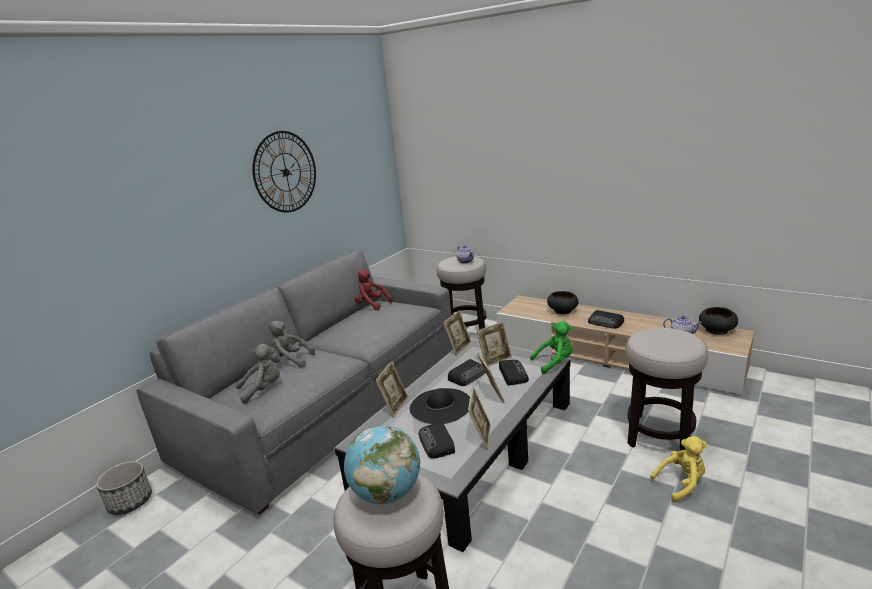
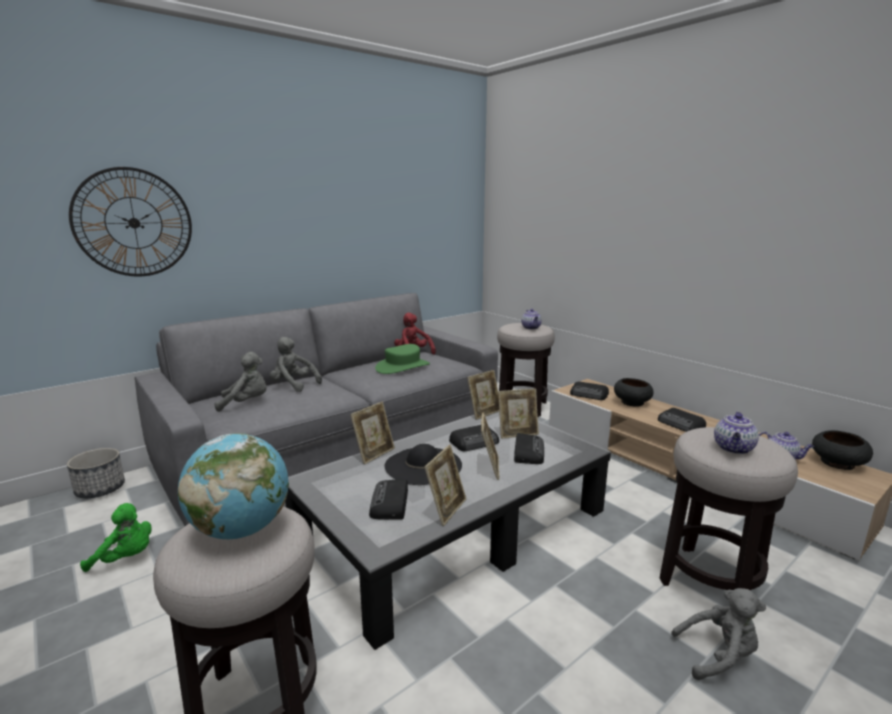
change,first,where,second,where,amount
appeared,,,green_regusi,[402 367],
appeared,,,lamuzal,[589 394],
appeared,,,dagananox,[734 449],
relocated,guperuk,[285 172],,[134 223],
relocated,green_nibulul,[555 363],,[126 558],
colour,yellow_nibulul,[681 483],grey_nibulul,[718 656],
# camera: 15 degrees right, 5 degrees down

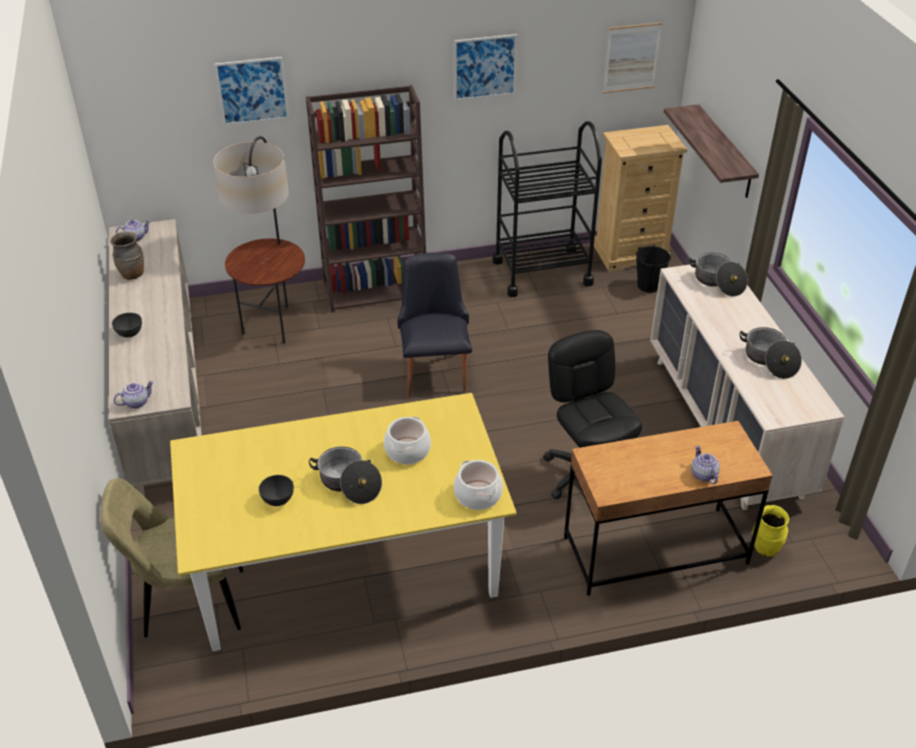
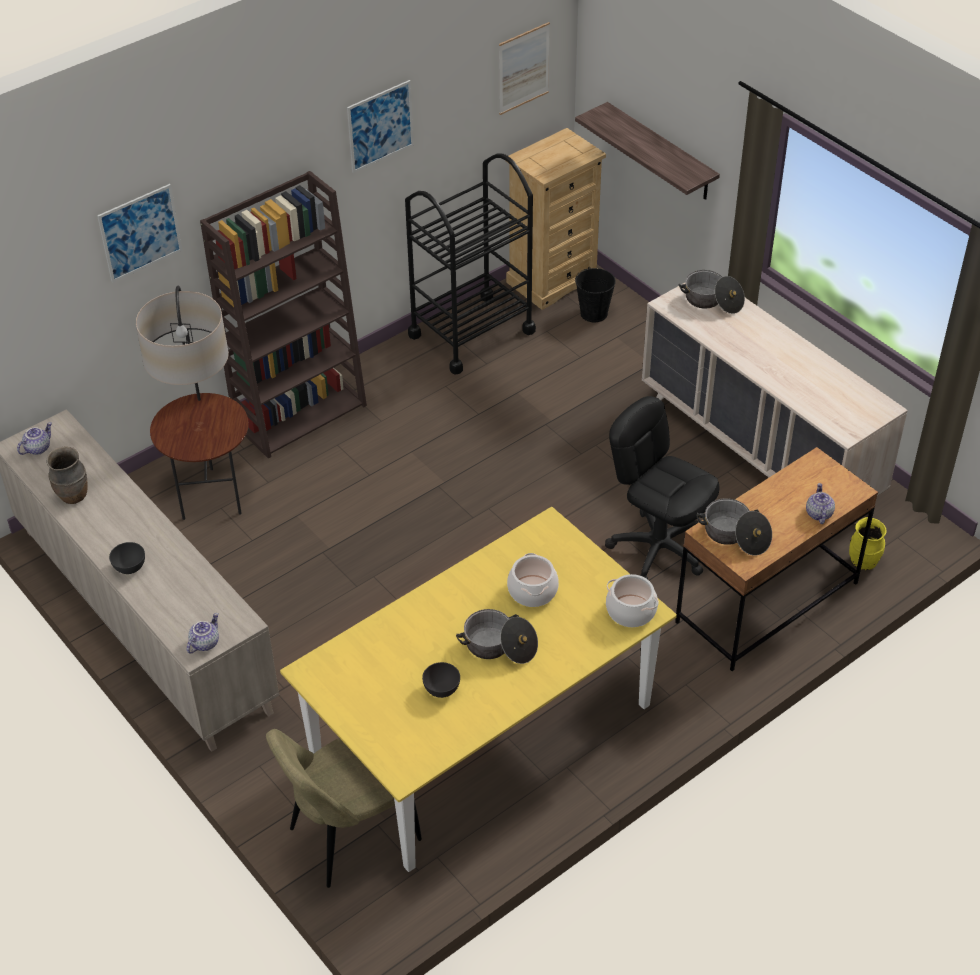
change,first,where,second,where,amount
missing,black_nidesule,[434 369],,,
relocated,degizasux,[769 360],,[735 536],
spun,dagananox,[703 474],,[818 513],45 degrees clockwise
# camera: 25 degrees left, 5 degrees up

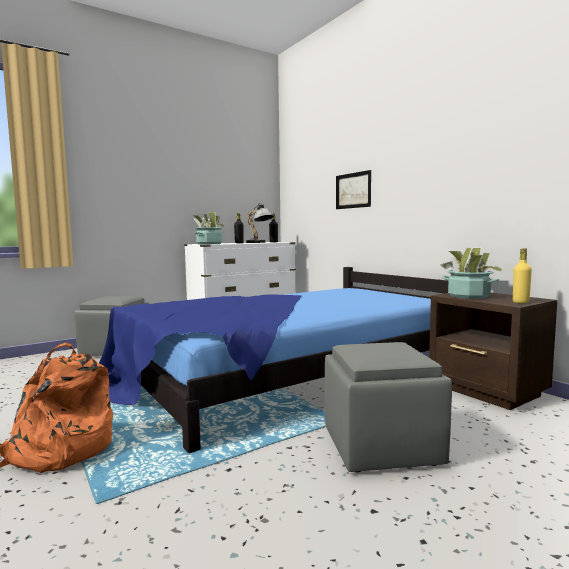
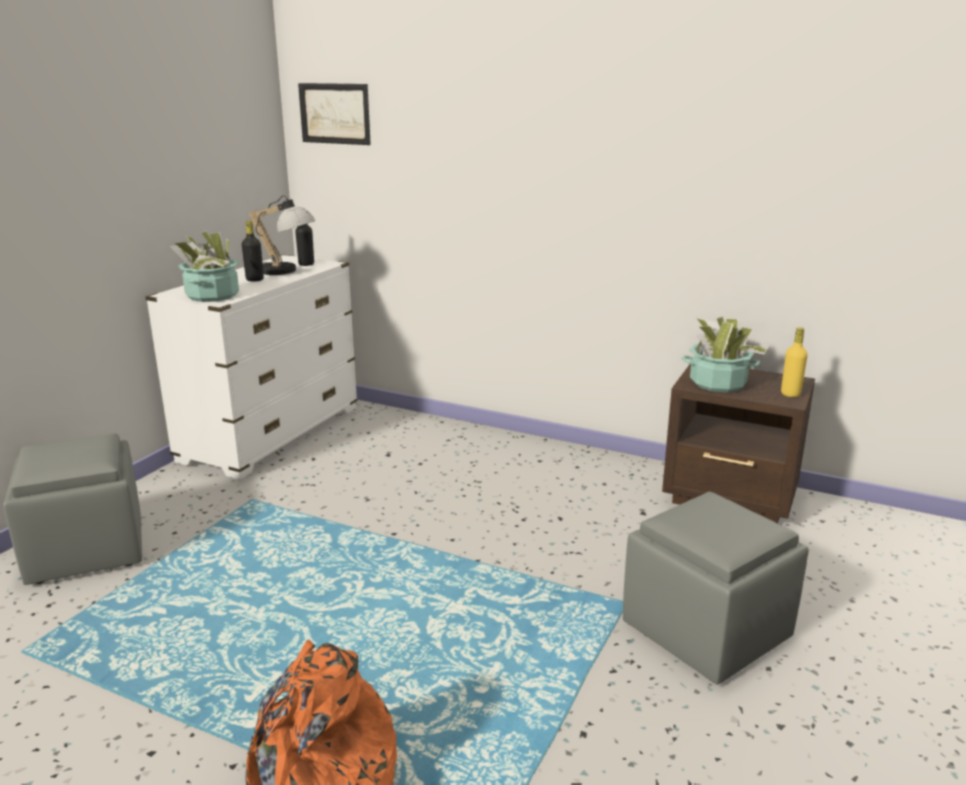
change,first,where,second,where,amount
missing,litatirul,[278 377],,,
relocated,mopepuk,[353 190],,[334 113],
# camera: 30 degrees left, 15 degrees up

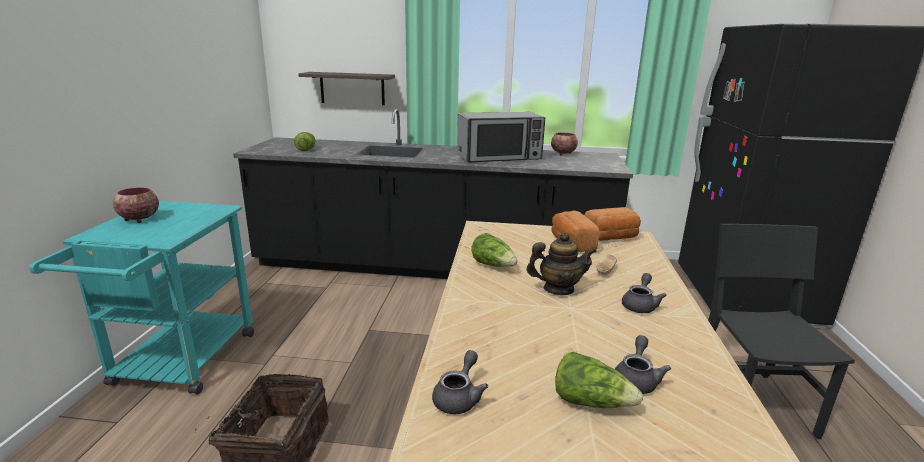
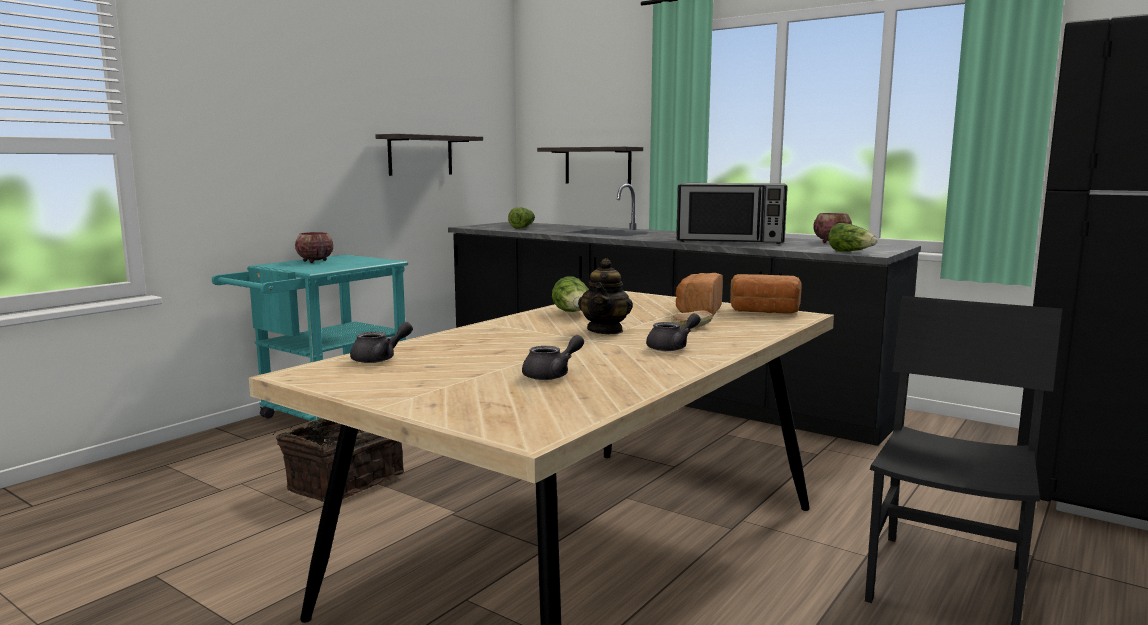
change,first,where,second,where,amount
appeared,,,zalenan,[420 155],
relocated,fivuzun,[590 402],,[851 252],
spun,dagananox,[558 289],,[605 330],75 degrees clockwise
# camera: 30 degrees right, 10 degrees down

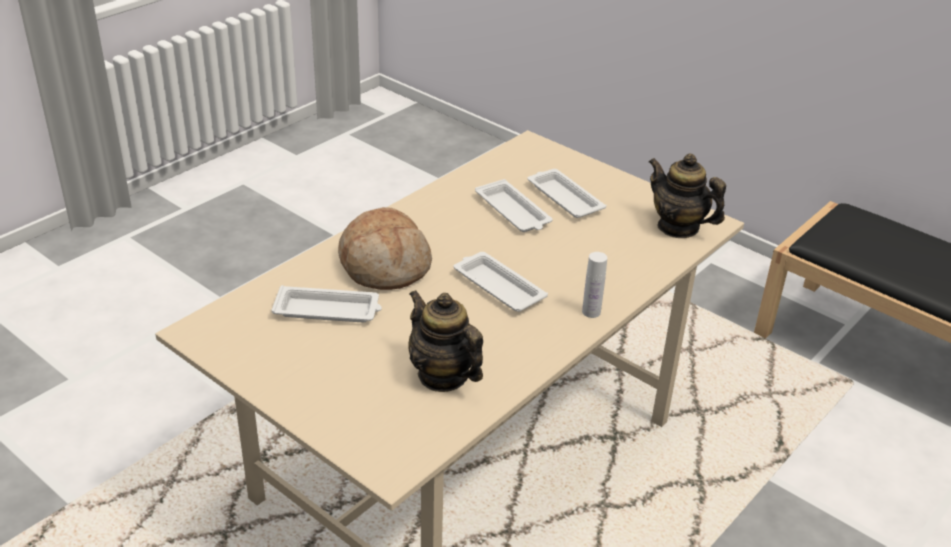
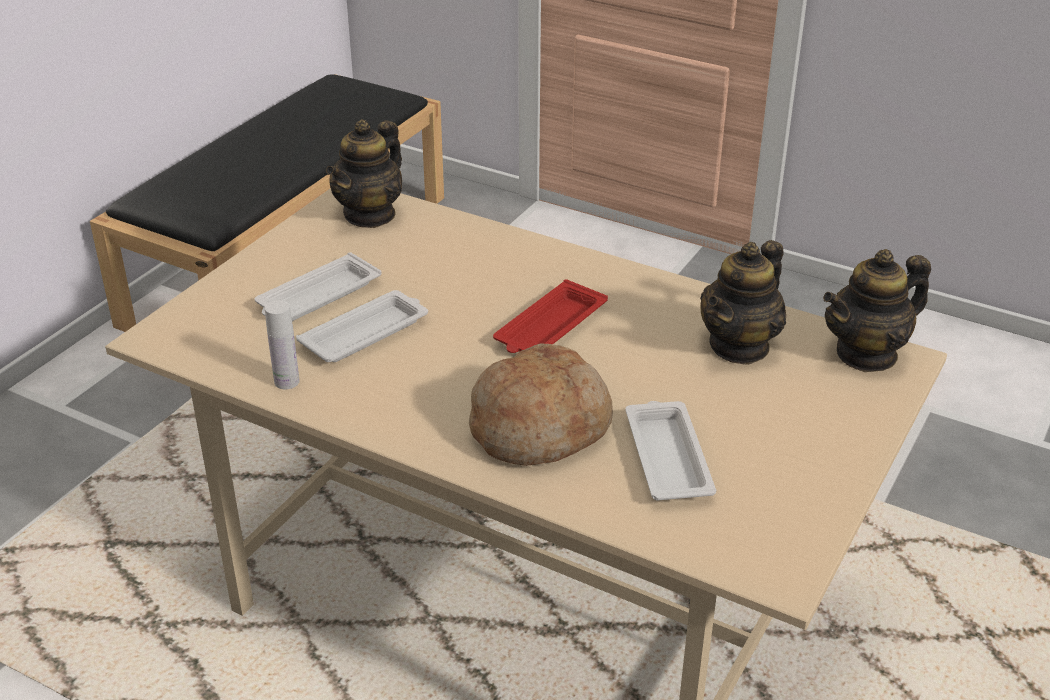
change,first,where,second,where,amount
appeared,,,dagananox,[866 354],
relocated,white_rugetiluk,[591 312],,[287 381],
colour,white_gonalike,[497 286],red_gonalike,[549 328],
# camera: 100 degrees left, 0 degrees up

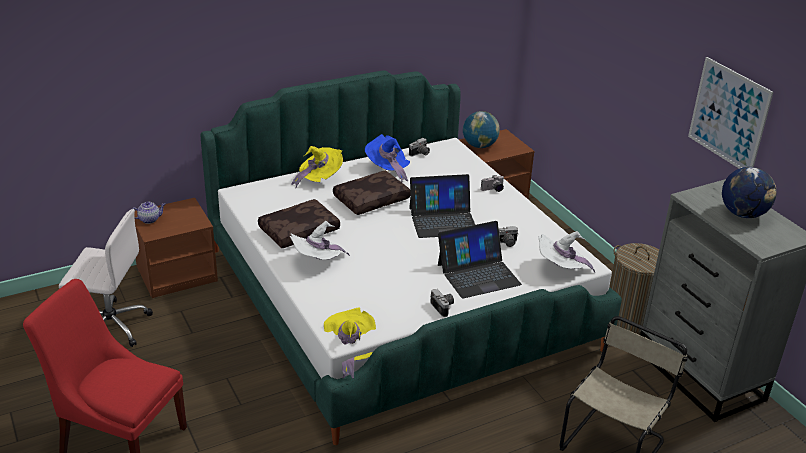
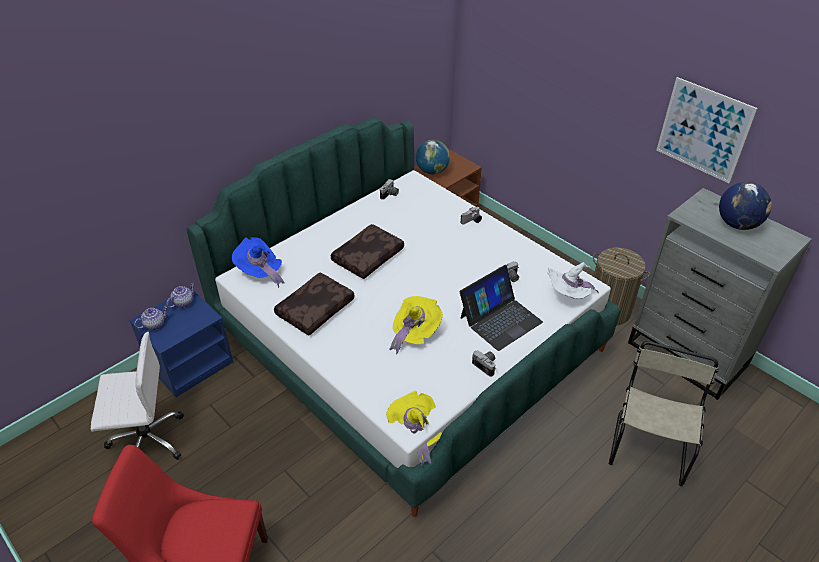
change,first,where,second,where,amount
missing,white_regusi,[317 262],,,
missing,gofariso,[443 220],,,
appeared,,,dagananox,[183 302],
relocated,yellow_regusi,[319 179],,[414 333],
relocated,blue_regusi,[388 169],,[260 272],
colour,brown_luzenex,[177 274],blue_luzenex,[190 363],
# camera: 15 degrees left, 10 degrees up

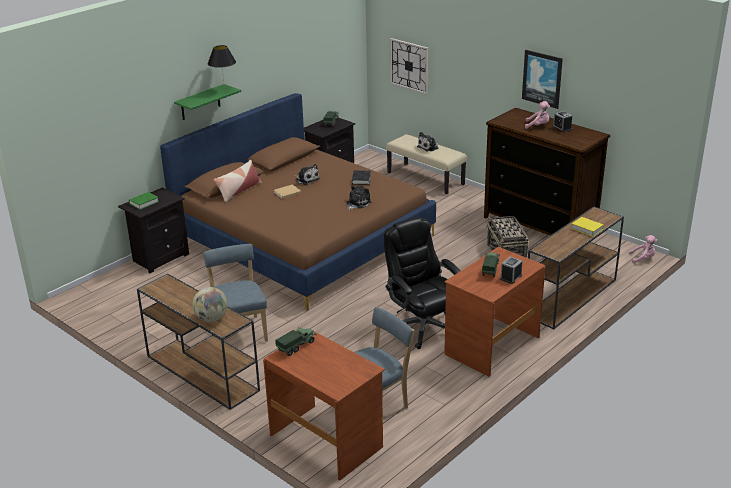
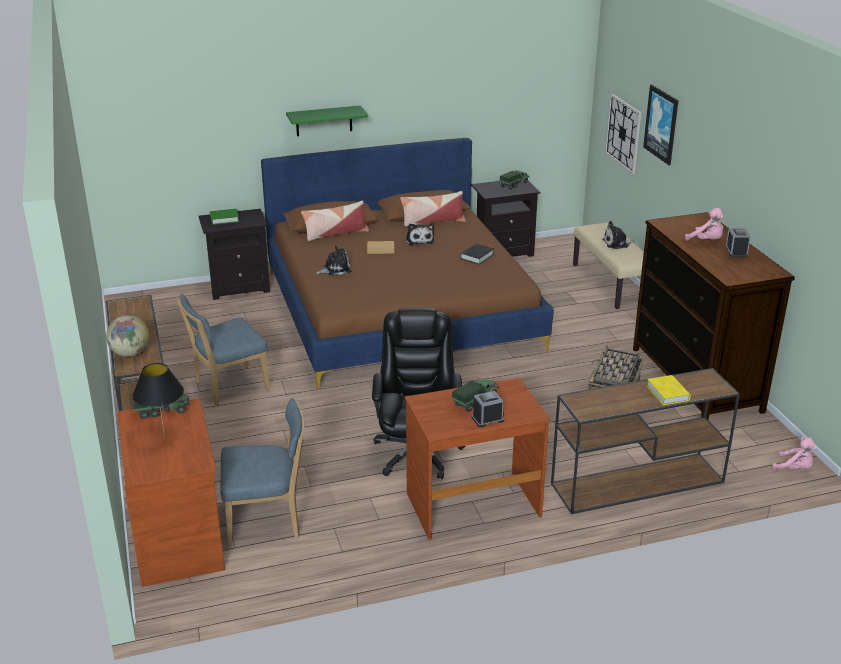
change,first,where,second,where,amount
appeared,,,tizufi,[433 221],
relocated,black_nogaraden,[224 90],,[164 436],
relocated,nibulul,[357 203],,[335 269],
relocated,mopepuk,[542 78],,[661 124],
spun,blue_nidesule,[239 331],,[228 387],135 degrees counterclockwise
# camera: 30 degrees right, 0 degrees up

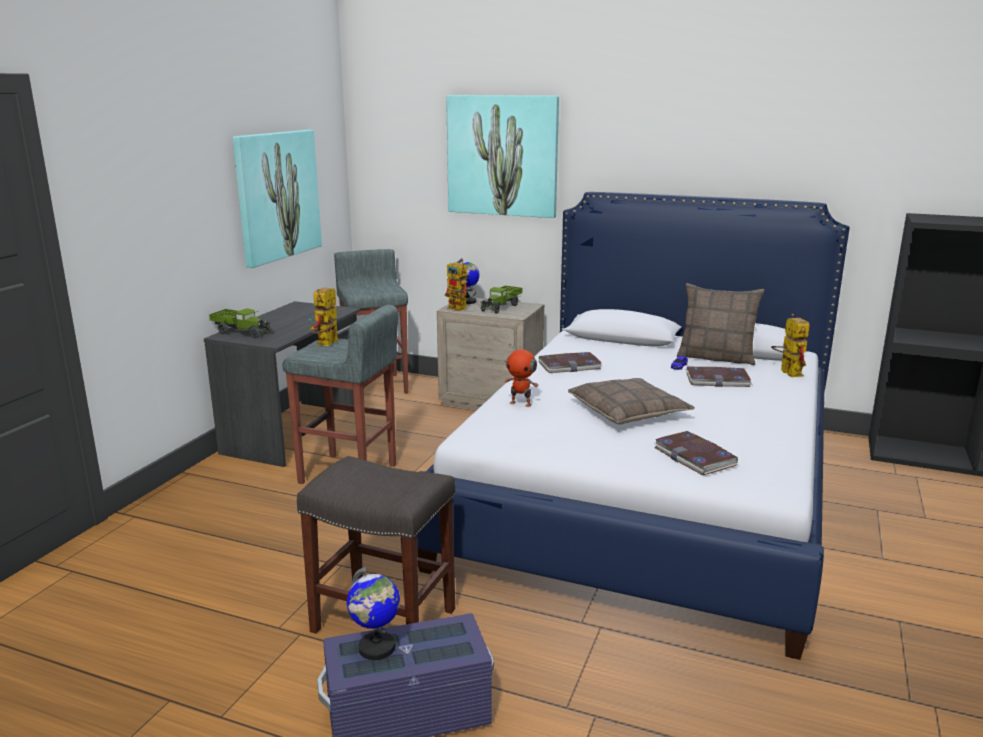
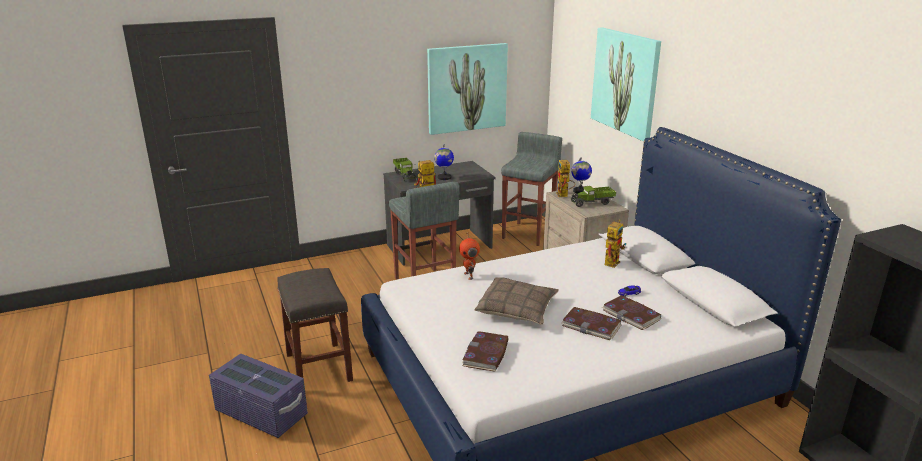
change,first,where,second,where,amount
missing,tizufi,[716 357],,,
relocated,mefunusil,[376 648],,[444 177],
relocated,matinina,[569 365],,[591 325],
relocated,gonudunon,[787 371],,[612 261],
# camera: 45 degrees right, 5 degrees up

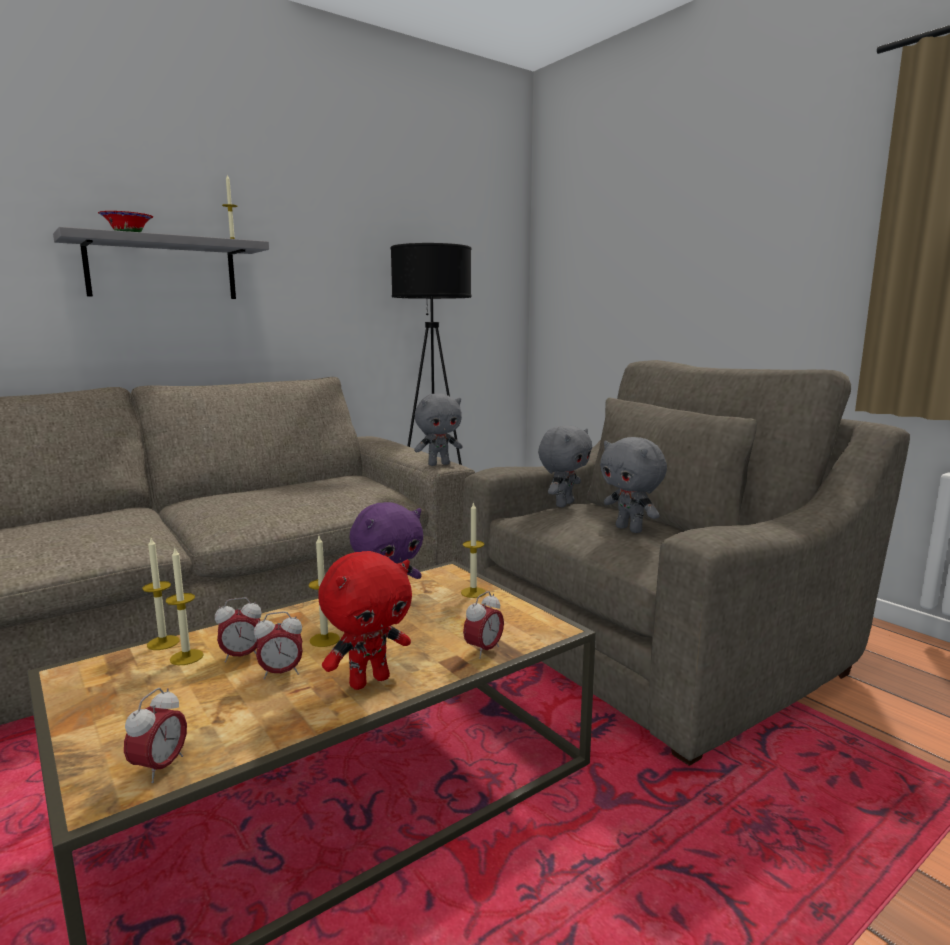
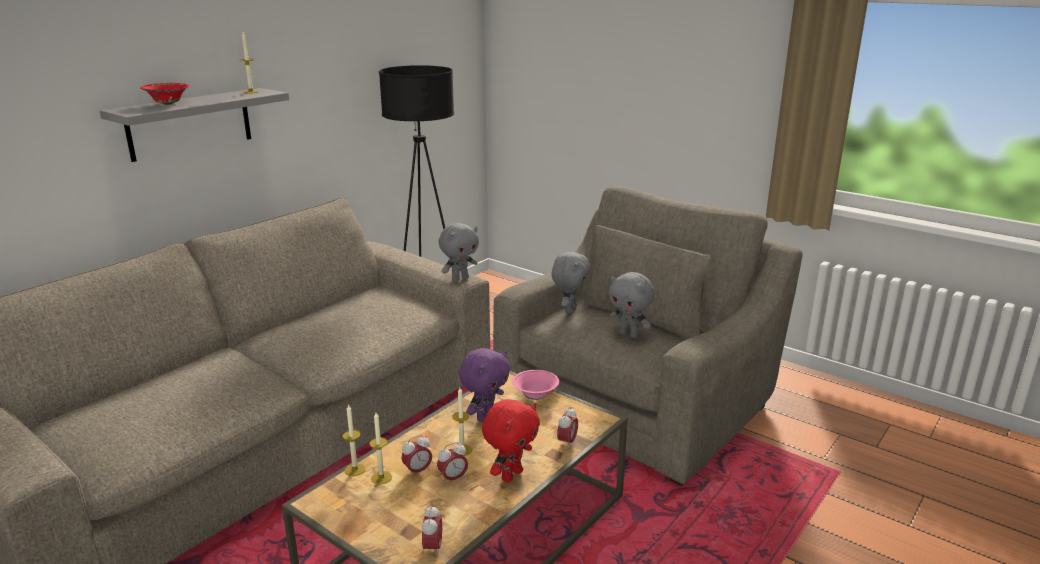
change,first,where,second,where,amount
exchanged,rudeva,[473 592],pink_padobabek,[535 396],
# camera: 15 degrees left, 10 degrees up

